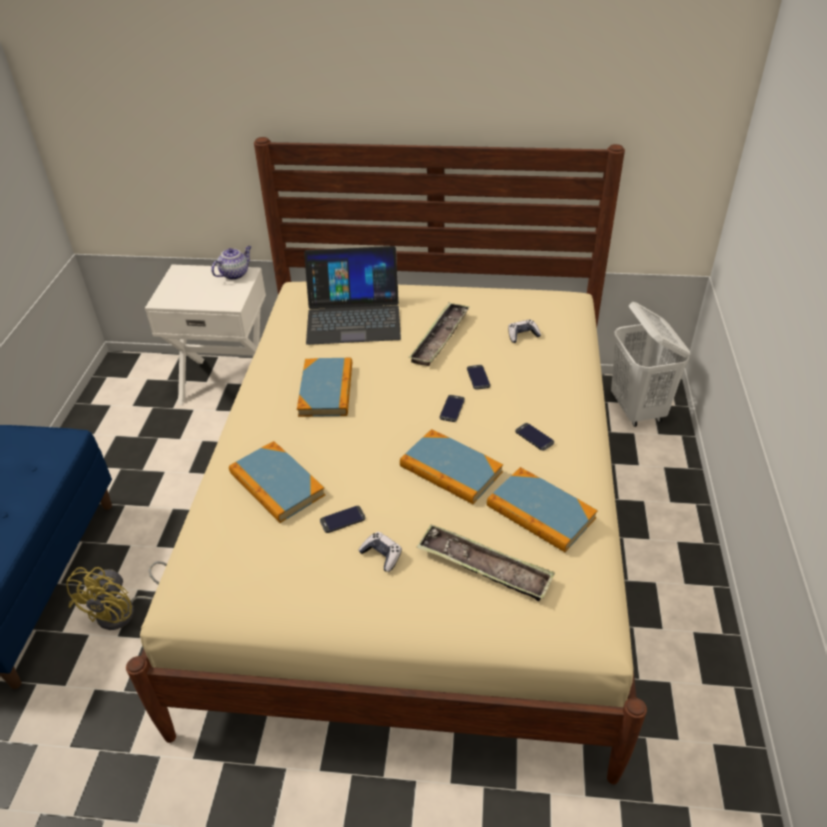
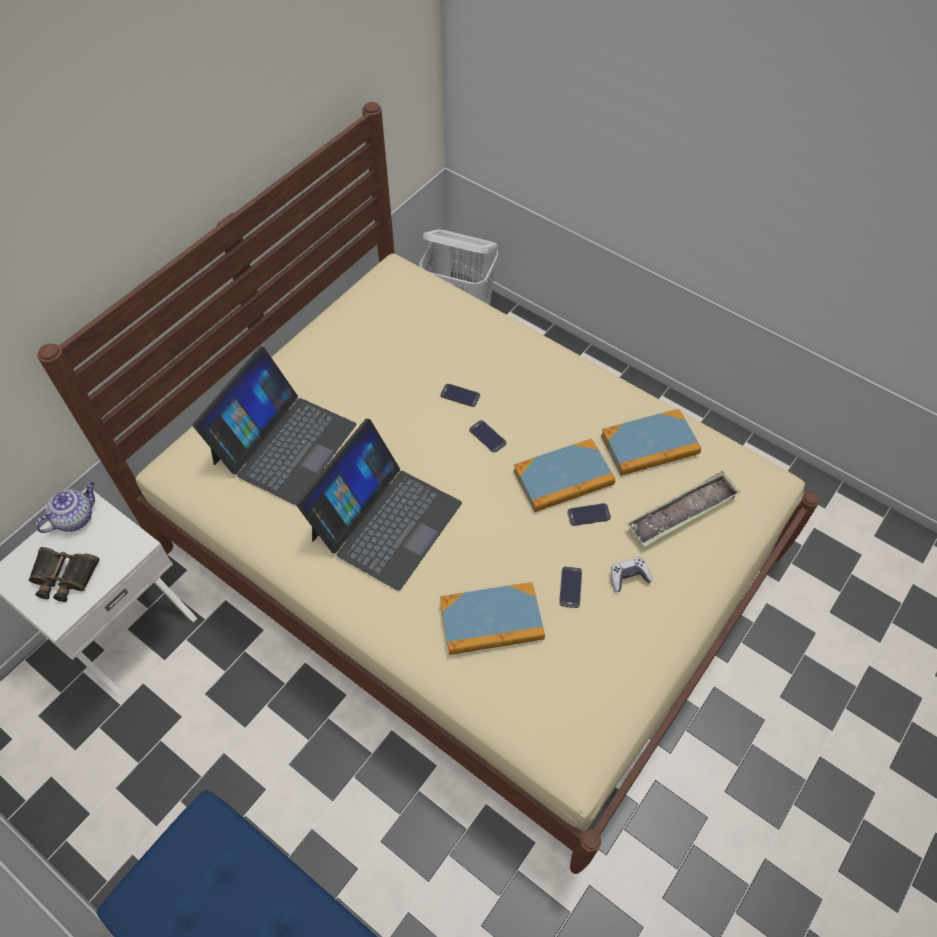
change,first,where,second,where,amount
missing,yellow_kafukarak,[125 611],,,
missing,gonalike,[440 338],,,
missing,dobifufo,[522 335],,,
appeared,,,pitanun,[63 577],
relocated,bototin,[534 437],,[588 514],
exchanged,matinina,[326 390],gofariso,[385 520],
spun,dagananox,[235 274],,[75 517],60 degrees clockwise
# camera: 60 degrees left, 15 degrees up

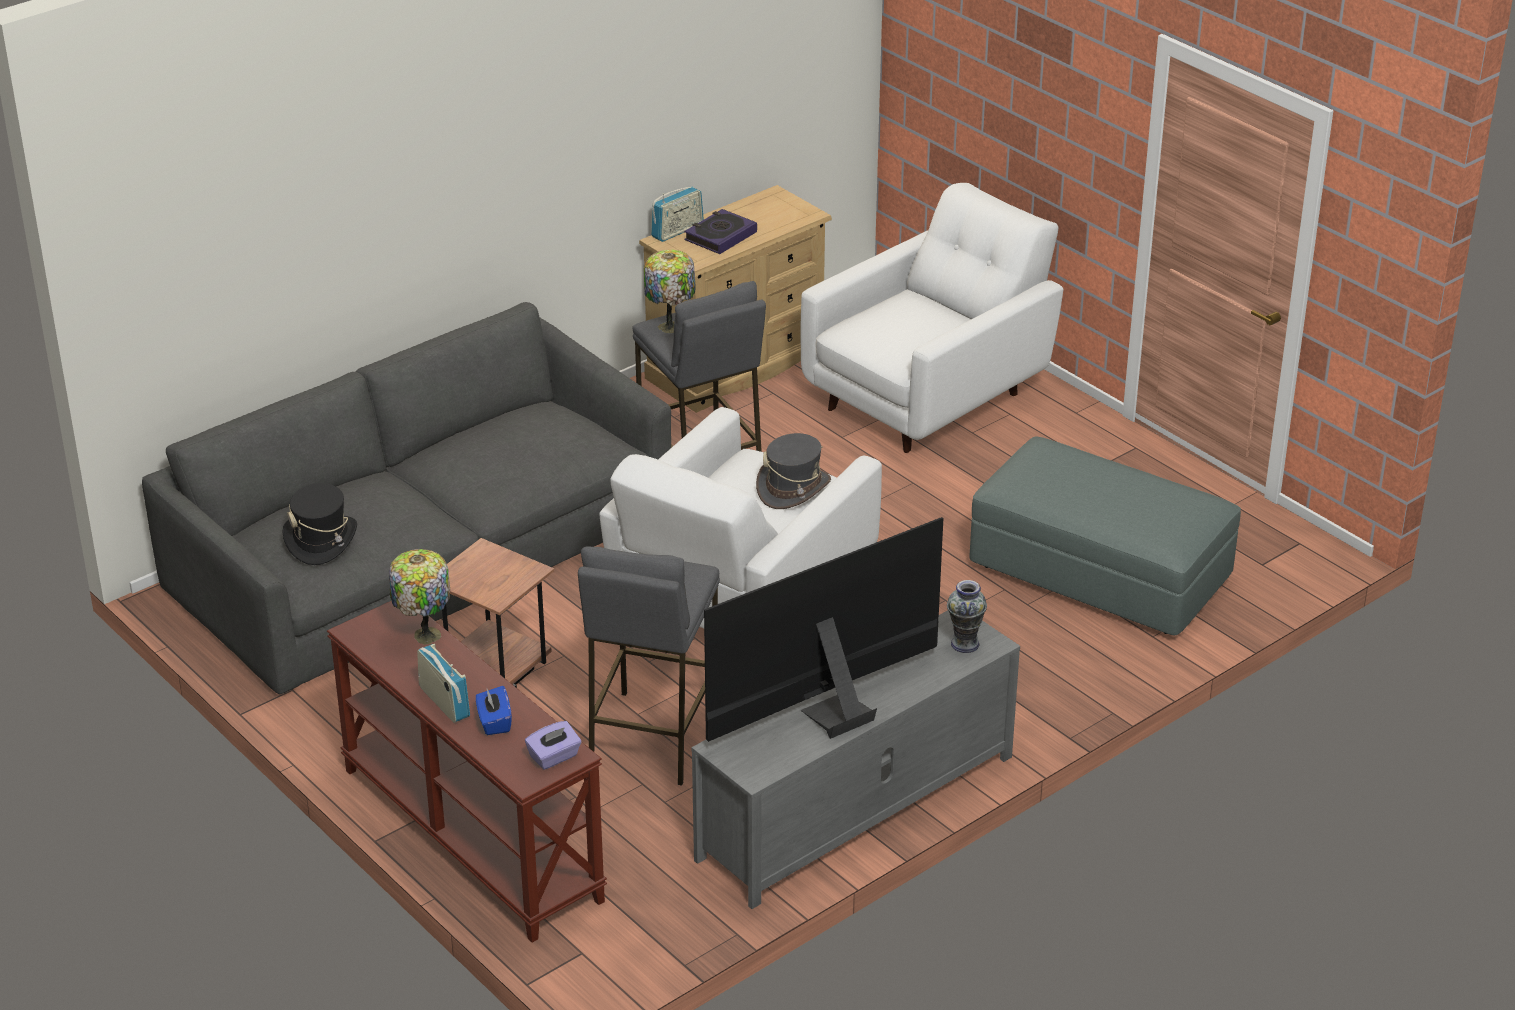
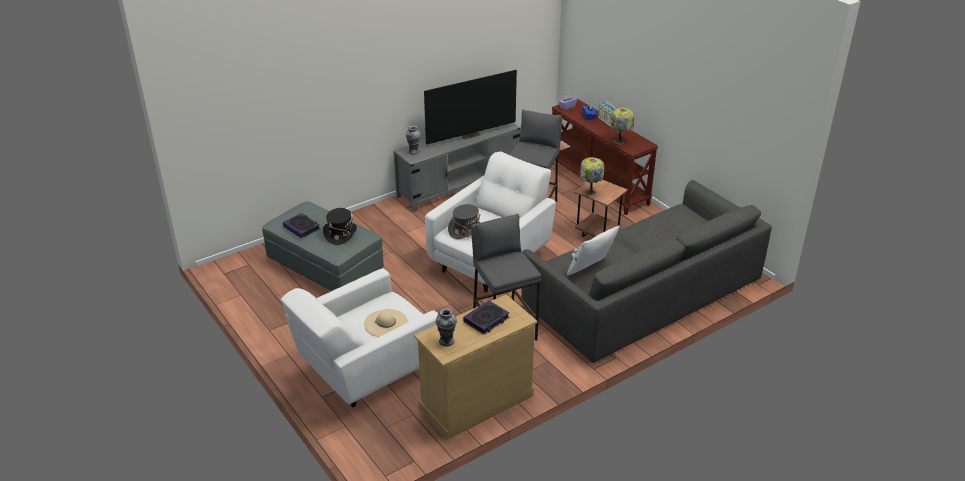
change,first,where,second,where,amount
missing,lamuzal,[677 231],,,
appeared,,,matinina,[302 228],
appeared,,,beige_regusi,[386 323],
appeared,,,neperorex,[446 341],
appeared,,,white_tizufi,[591 270],
relocated,black_regusi,[321 540],,[340 234],
relocated,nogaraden,[671 326],,[589 192],
# camera: 175 degrees left, 0 degrees up

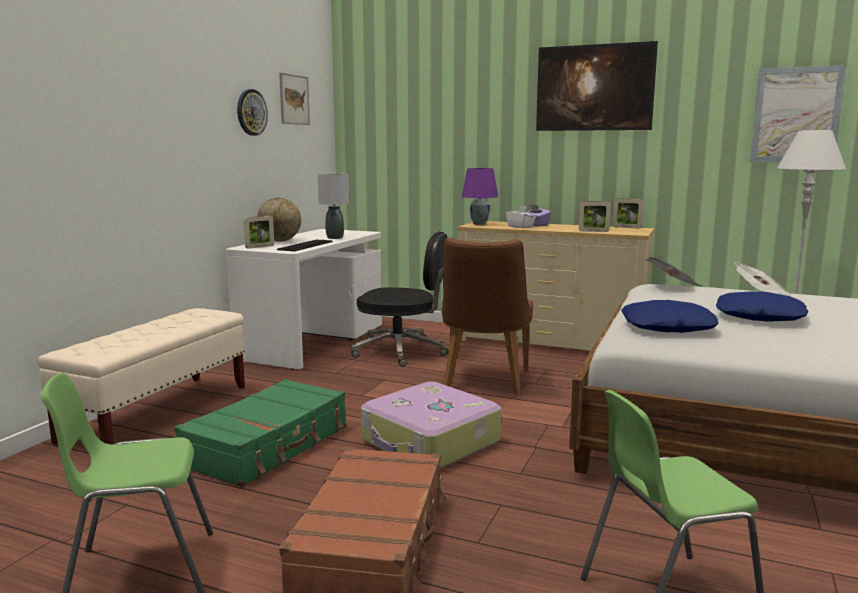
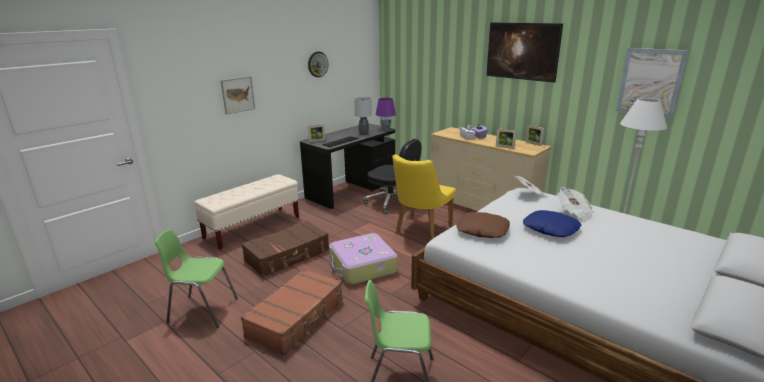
change,first,where,second,where,amount
missing,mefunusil,[280 241],,,
relocated,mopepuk,[294 99],,[238 95],
relocated,purple_nogaraden,[479 224],,[385 129],
colour,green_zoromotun,[269 446],brown_zoromotun,[288 256],
colour,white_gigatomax,[313 342],black_gigatomax,[351 190],
colour,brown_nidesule,[483 382],yellow_nidesule,[420 231],
colour,blue_tizufi,[667 327],brown_tizufi,[482 230],
# camera: 20 degrees right, 10 degrees up

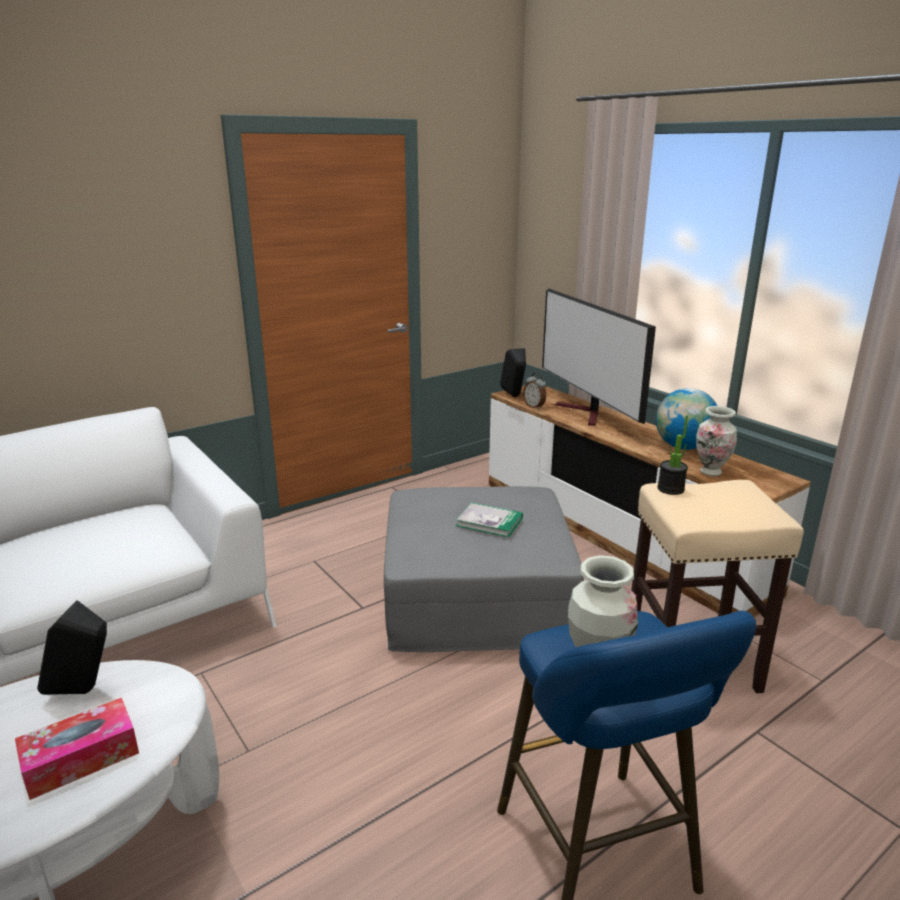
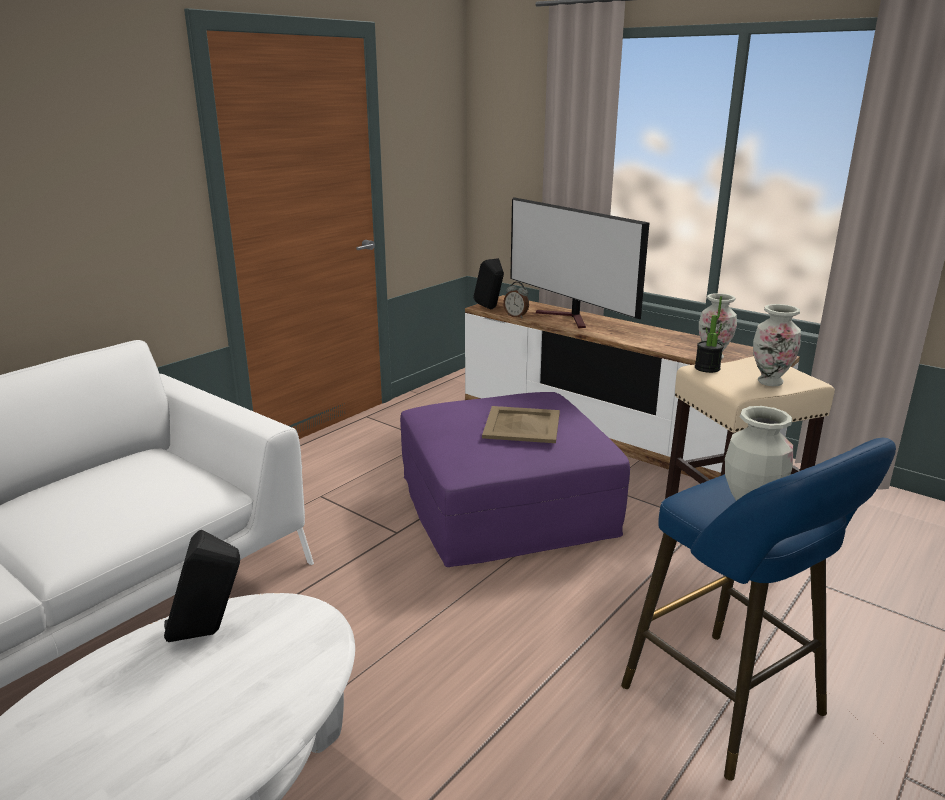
change,first,where,second,where,amount
missing,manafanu,[81 758],,,
missing,mefunusil,[683 447],,,
appeared,,,neperorex,[770 382],
exchanged,matinina,[489 522],beige_gonalike,[522 425],
colour,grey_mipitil,[477 596],purple_mipitil,[506 506],
# camera: 15 degrees left, 0 degrees up

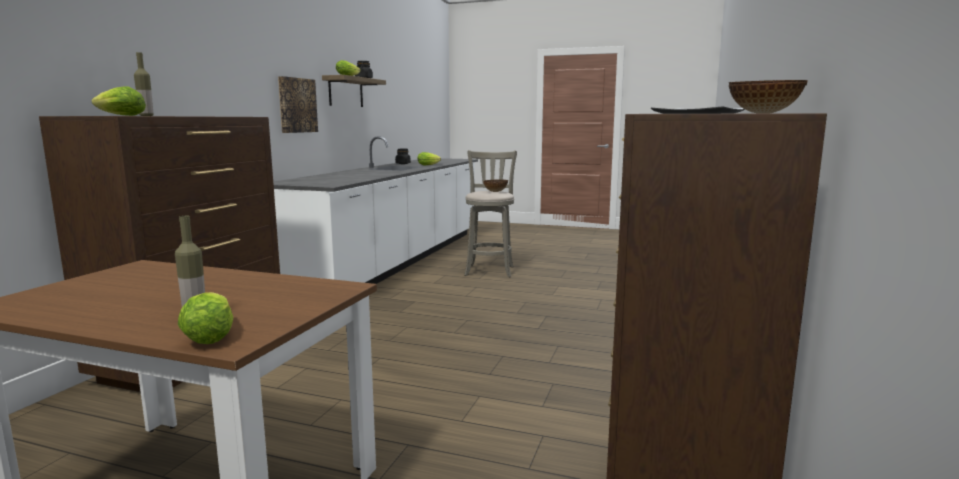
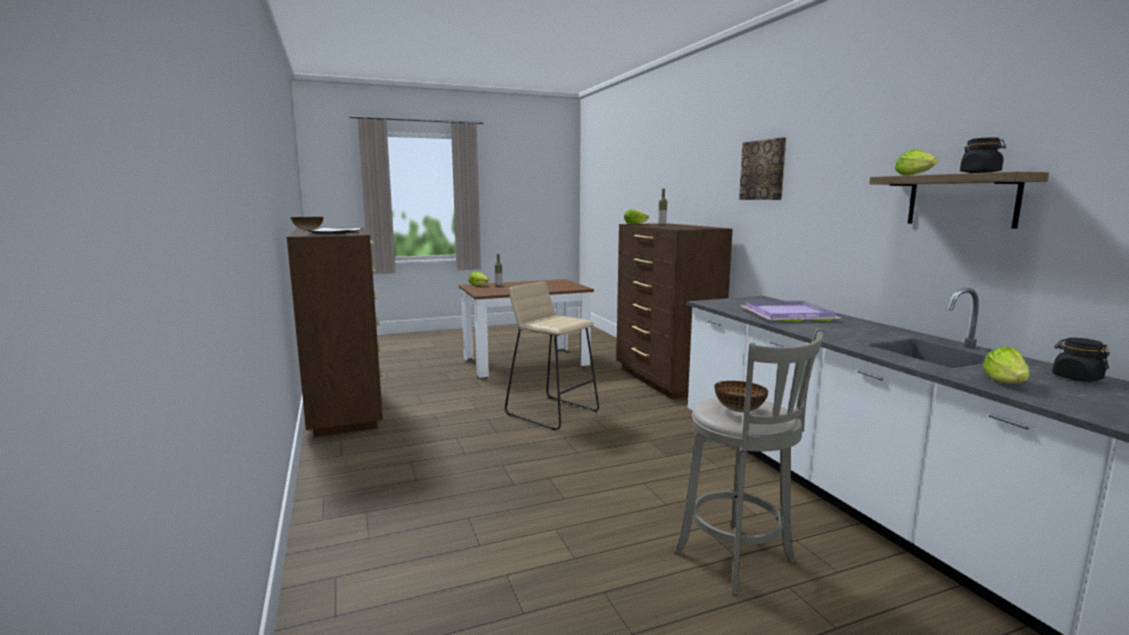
change,first,where,second,where,amount
appeared,,,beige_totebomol,[552 412],
appeared,,,purple_gonalike,[786 314],
relocated,mopepuk,[297 105],,[763 170],
# camera: 140 degrees right, 0 degrees up

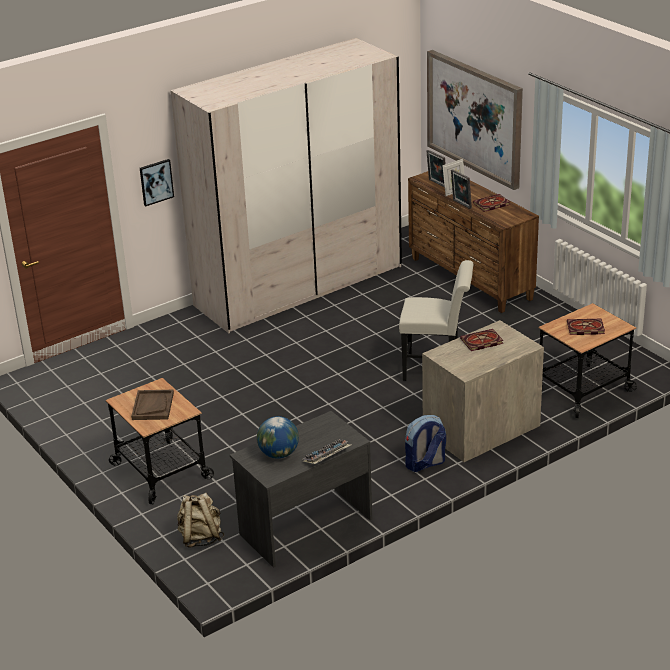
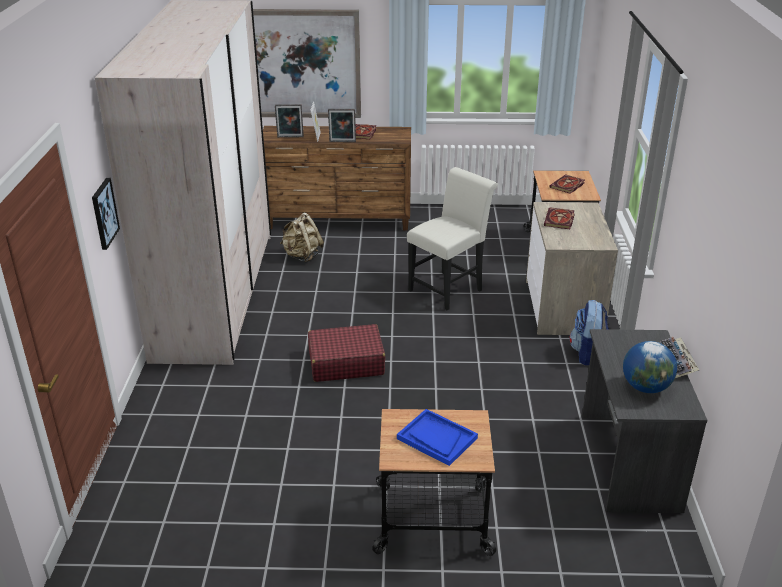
change,first,where,second,where,amount
appeared,,,red_zoromotun,[345 363],
relocated,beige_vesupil,[200 538],,[302 256],
colour,brown_gonalike,[152 406],blue_gonalike,[436 438],
# camera: 55 degrees left, 0 degrees up

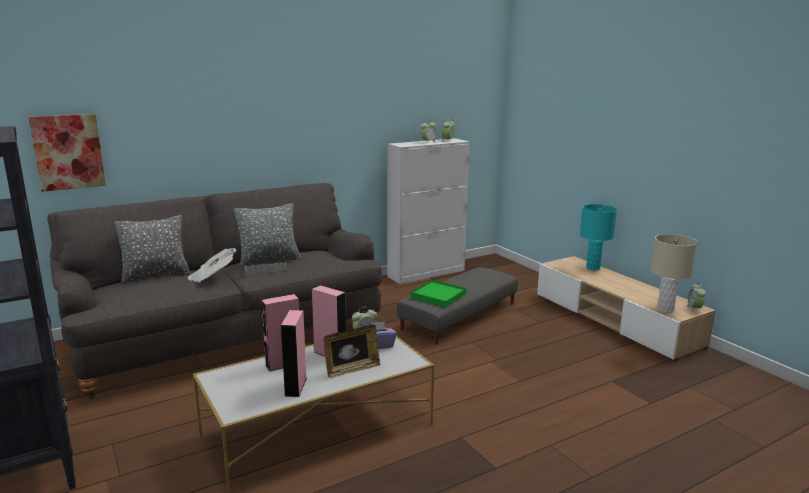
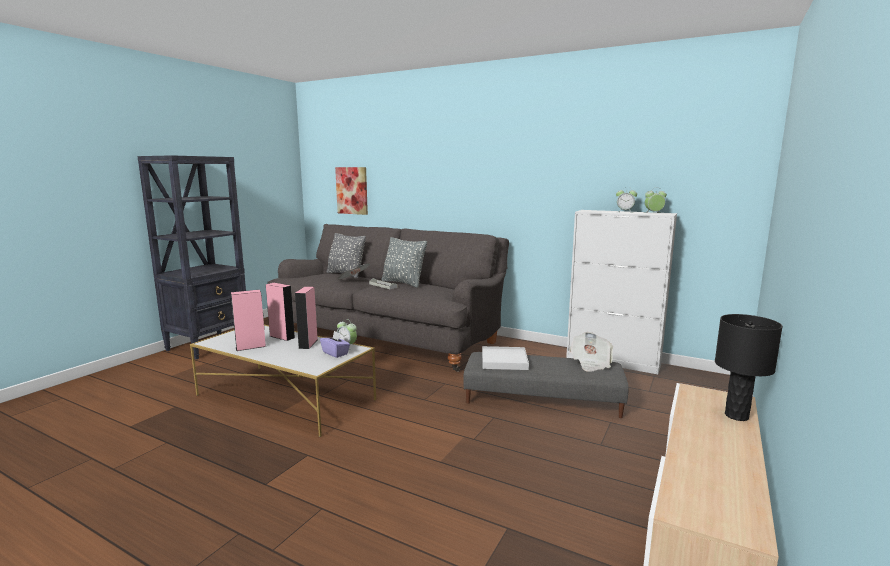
change,first,where,second,where,amount
missing,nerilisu,[352 369],,,
missing,beige_nogaraden,[665 309],,,
missing,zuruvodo,[694 309],,,
appeared,,,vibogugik,[590 363],
colour,green_gonalike,[438 295],white_gonalike,[504 360],
colour,turquoise_nogaraden,[592 268],black_nogaraden,[736 416],
# camera: 60 degrees right, 5 degrees down

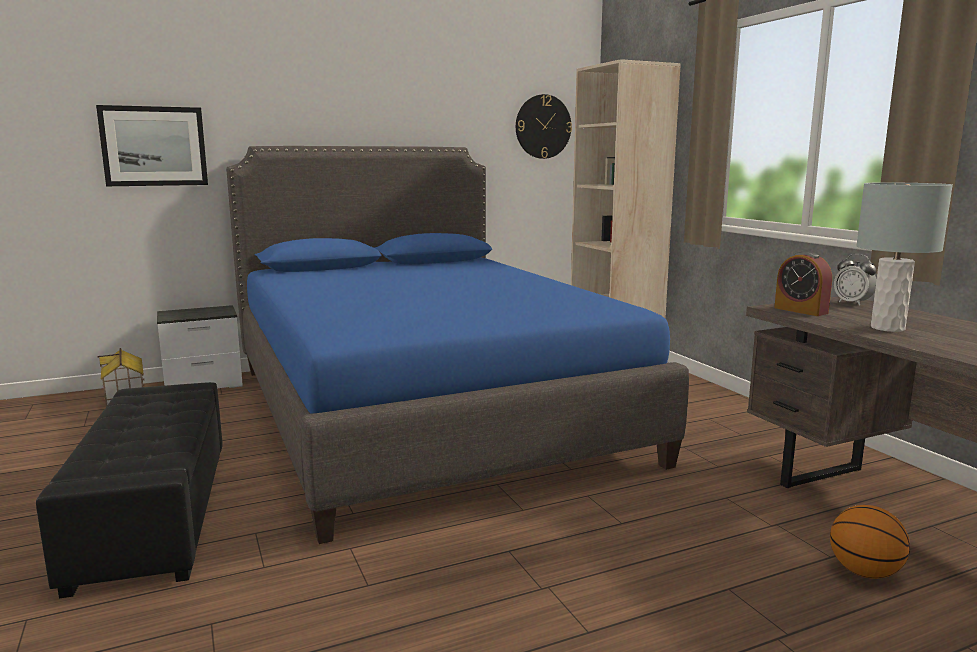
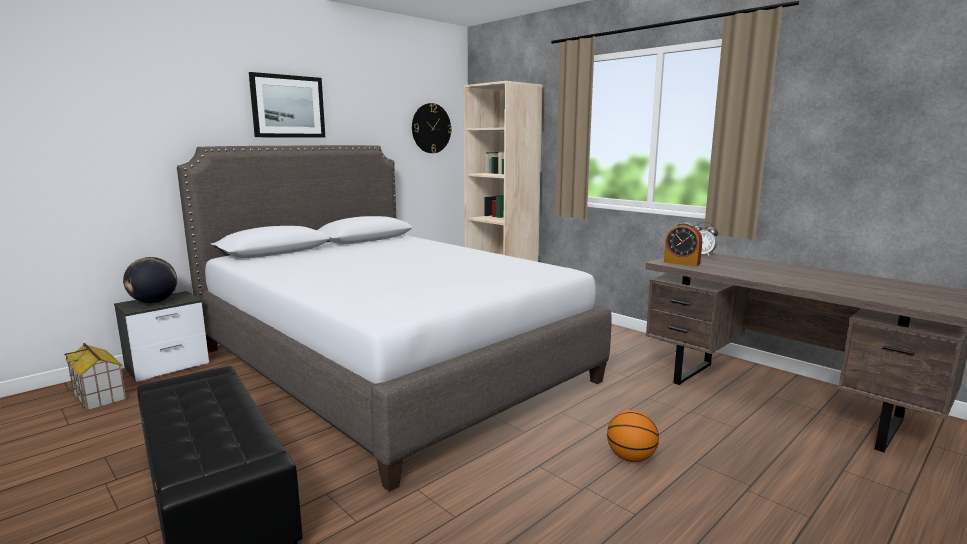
change,first,where,second,where,amount
missing,grey_nogaraden,[887 328],,,
appeared,,,mefunusil,[154 302],
relocated,mopepuk,[154 146],,[288 106],
relocated,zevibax,[865 573],,[631 458],
colour,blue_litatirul,[423 412],grey_litatirul,[389 365],
# camera: 20 degrees left, 0 degrees up

